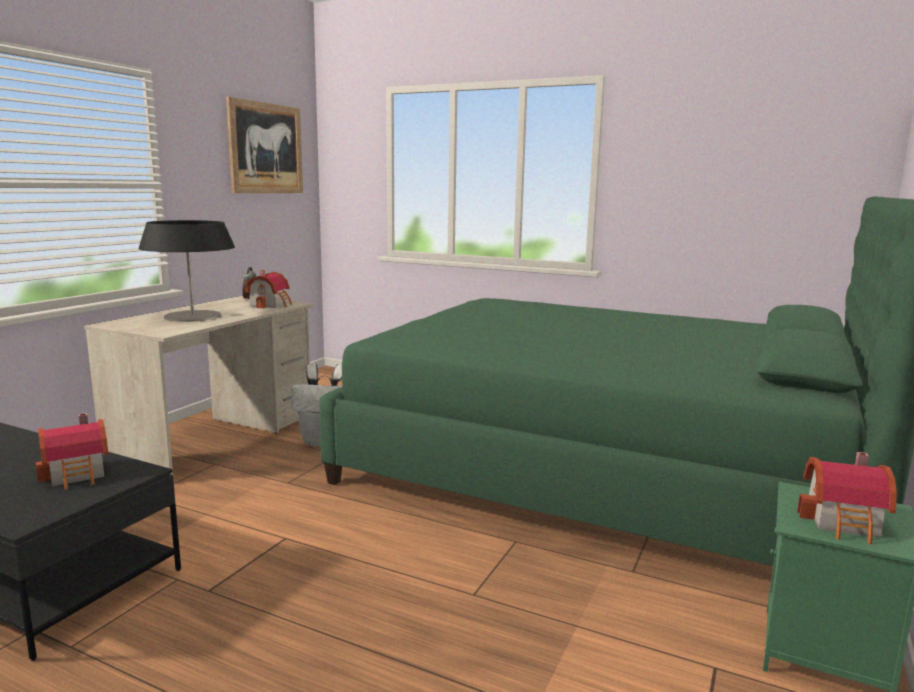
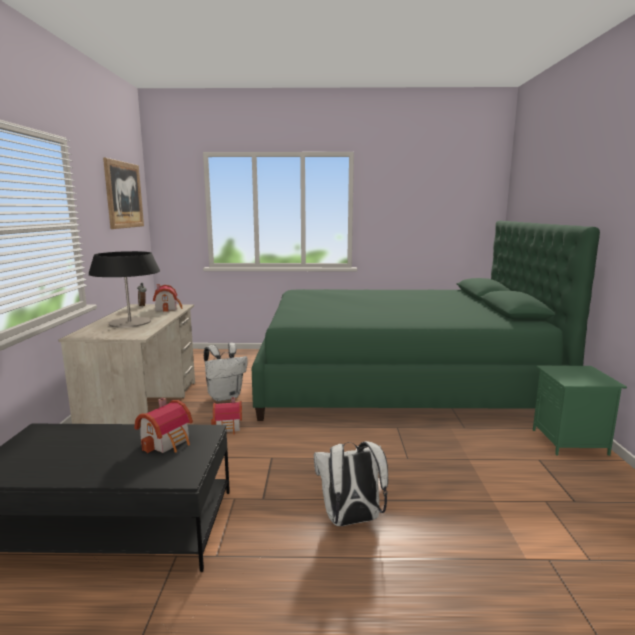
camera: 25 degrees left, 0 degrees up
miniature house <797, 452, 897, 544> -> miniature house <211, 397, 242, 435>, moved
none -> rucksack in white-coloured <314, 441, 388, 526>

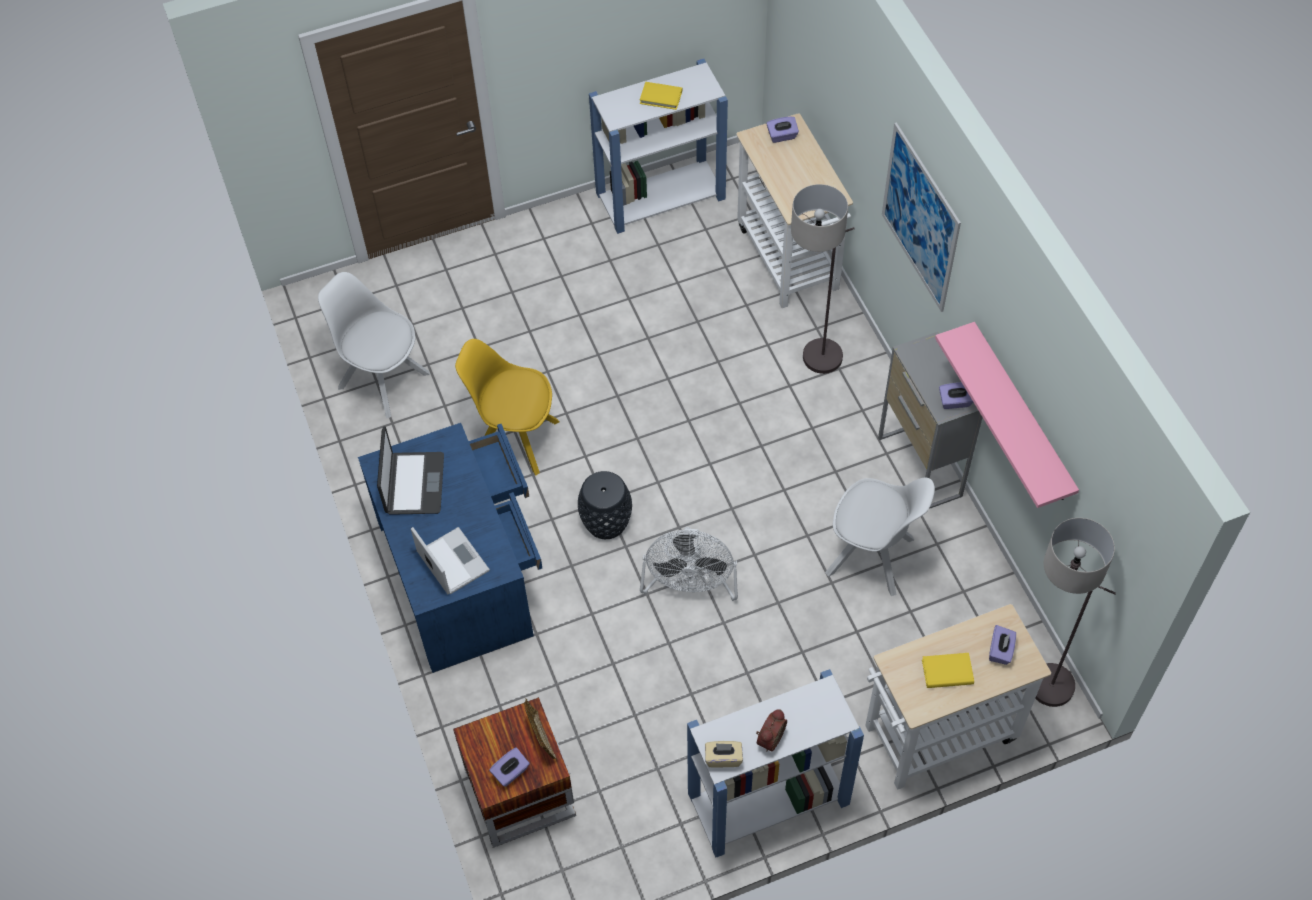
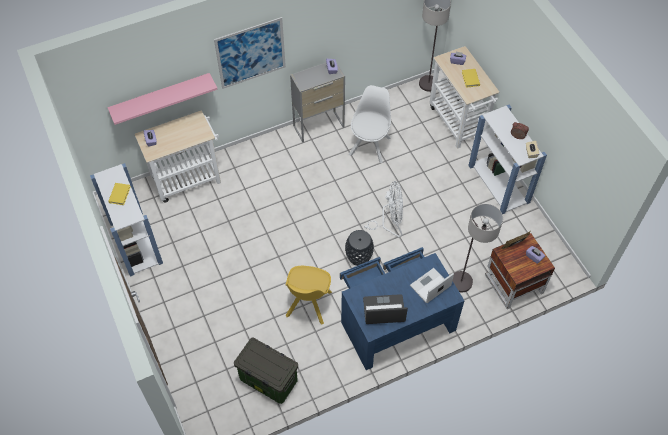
camera: 95 degrees left, 0 degrees up
standard lamp in grey <791, 184, 854, 374> -> standard lamp in grey <452, 204, 503, 292>, moved
upright chair in white-coloured <318, 272, 430, 418> -> storage box <234, 338, 298, 404>
bracket shelf in pink <935, 322, 1079, 508> -> bracket shelf in pink <107, 73, 217, 125>, moved

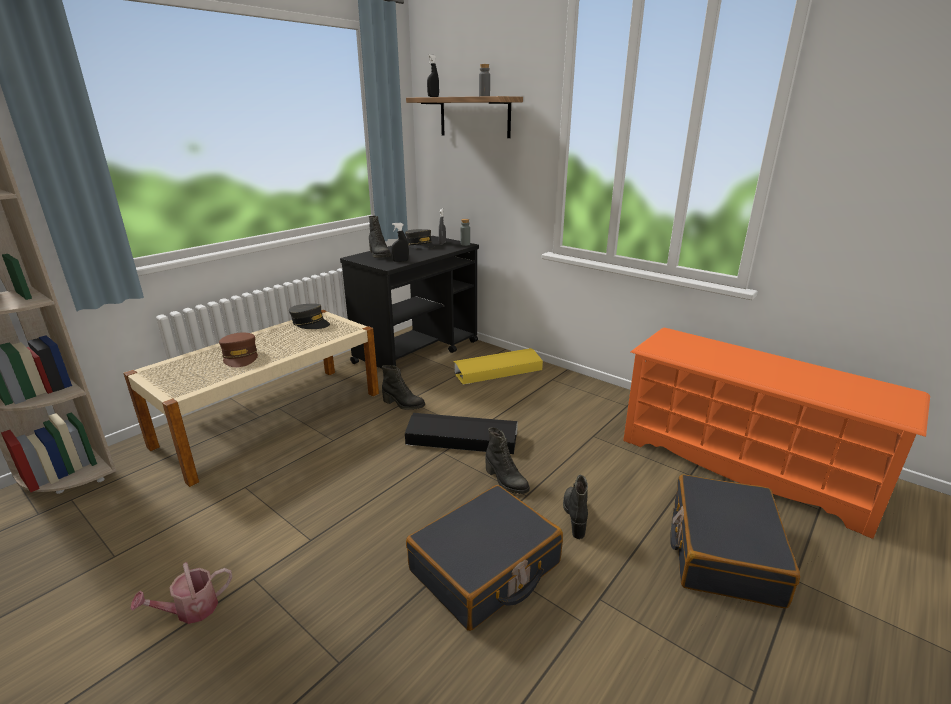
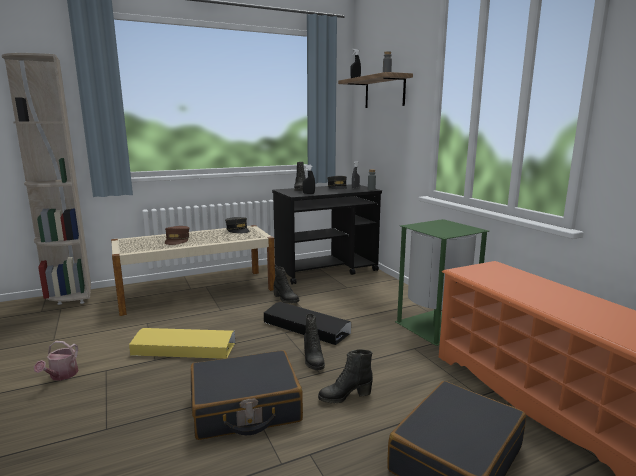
camera: 25 degrees right, 10 degrees down
storage box in yellowish <454, 348, 543, 385> -> storage box in yellowish <129, 328, 235, 359>, moved
high-top boot in black-coloured <563, 475, 588, 539> -> high-top boot in black-coloured <318, 349, 373, 403>, 135 degrees counterclockwise
watering can <130, 562, 232, 624> -> watering can <34, 341, 78, 381>, 75 degrees counterclockwise
none -> rubbish bin in green <395, 219, 489, 346>

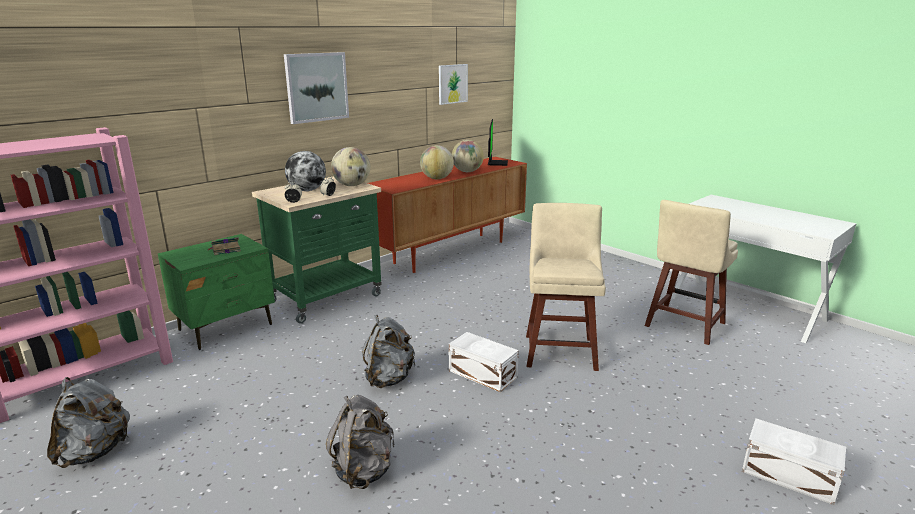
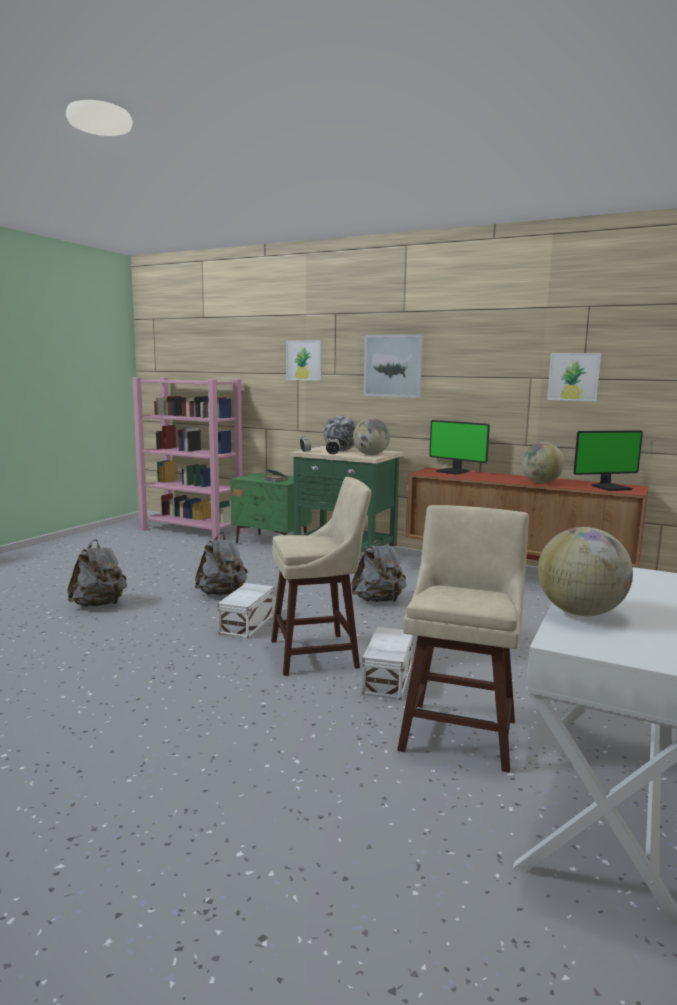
camera: 70 degrees right, 10 degrees down
globe <420, 145, 454, 179> -> globe <538, 527, 633, 616>, moved
upright chair in beige <645, 200, 738, 345> -> upright chair in beige <397, 505, 529, 773>, 90 degrees clockwise
rucksack in grey <47, 377, 130, 468> -> rucksack in grey <351, 538, 407, 602>, moved
storage box in white-coloured <742, 418, 846, 505> -> storage box in white-coloured <362, 627, 413, 700>, moved
none -> picture <286, 340, 321, 381>
none -> computer display <429, 420, 490, 475>

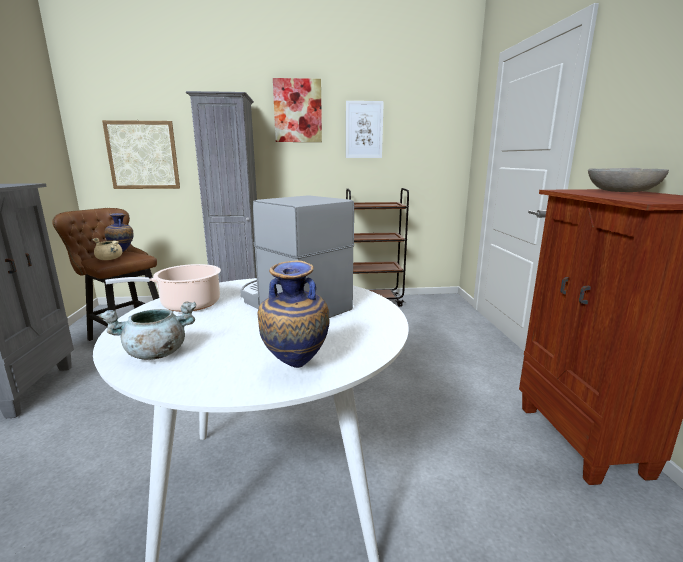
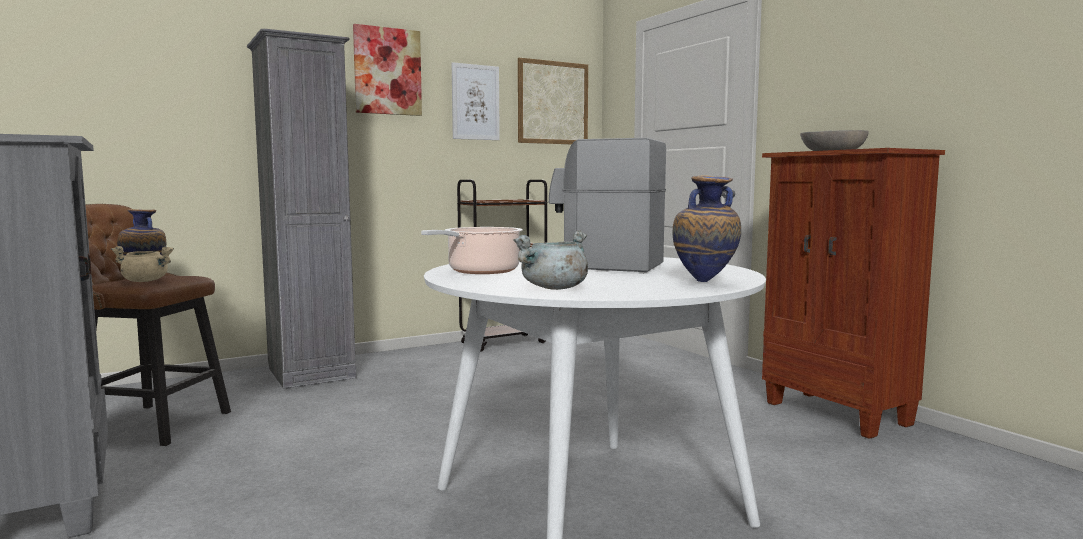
camera: 25 degrees left, 10 degrees down
picture <102, 120, 180, 189> -> picture <518, 58, 588, 144>, moved

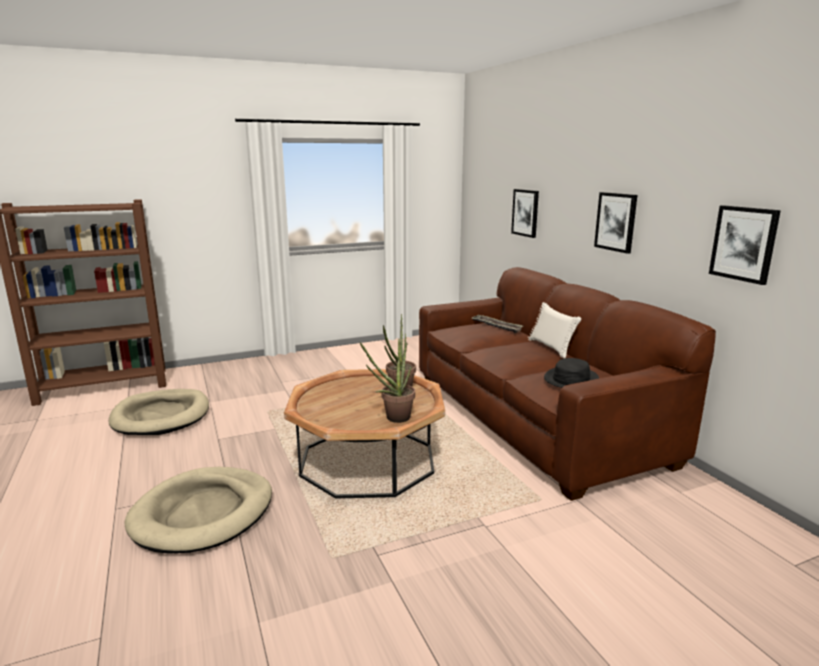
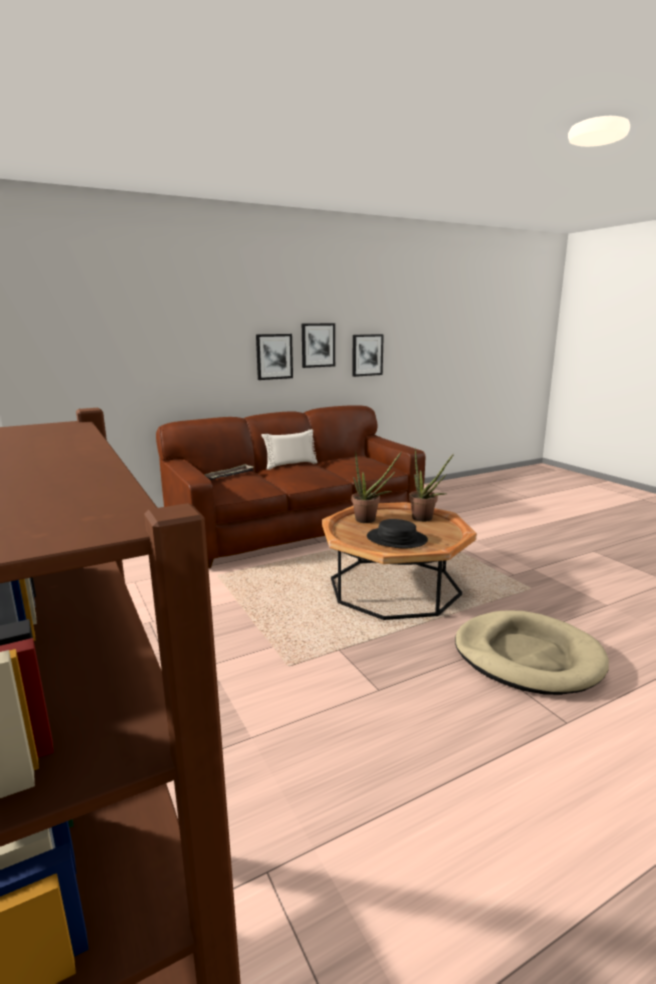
camera: 95 degrees left, 0 degrees up
picture <511, 189, 539, 238> -> picture <302, 323, 335, 368>, moved
hat in black-coloured <544, 358, 599, 388> -> hat in black-coloured <367, 519, 428, 548>, moved
dog cushion in beige <109, 389, 209, 435> -> none

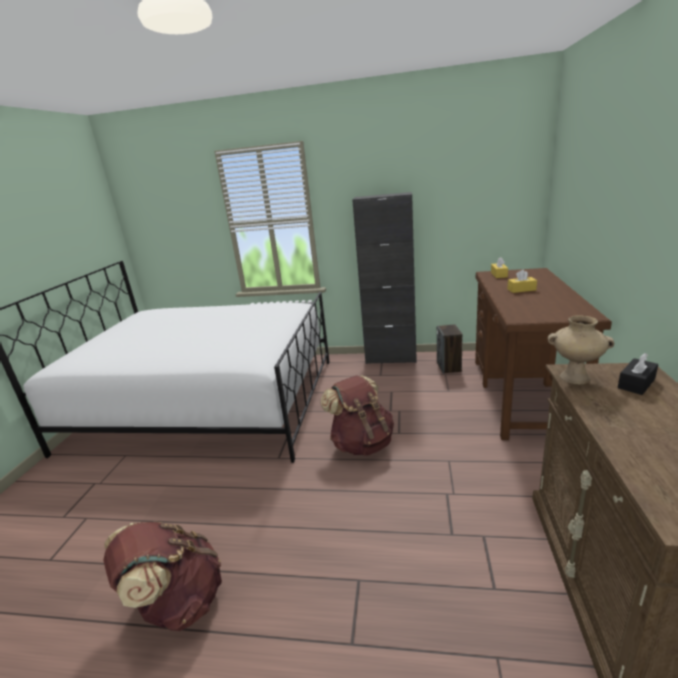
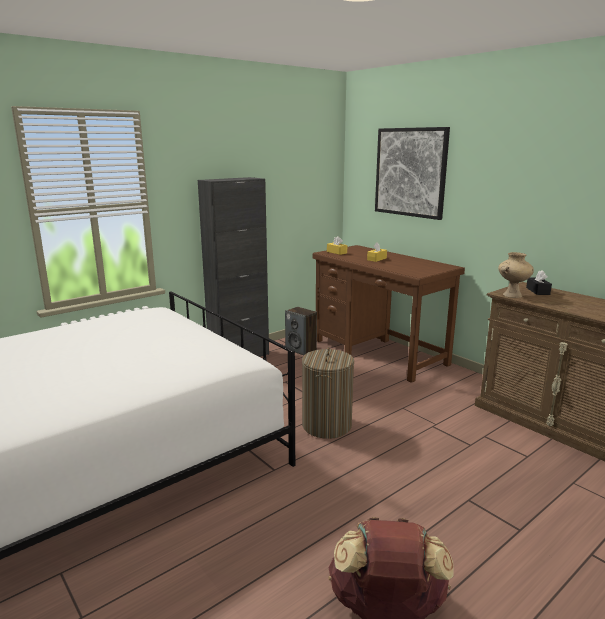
camera: 50 degrees left, 5 degrees down
rucksack in brown <321, 375, 394, 456> -> laundry basket <302, 347, 354, 439>
none -> picture <375, 127, 450, 220>

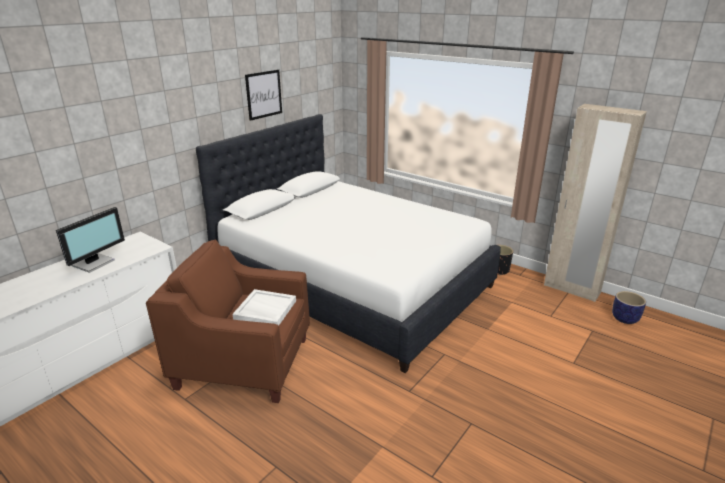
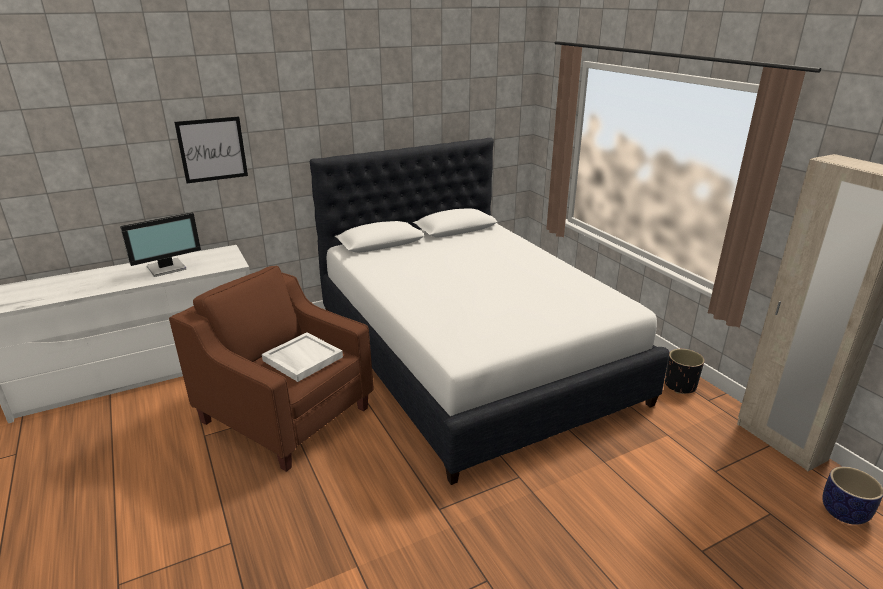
camera: 25 degrees right, 0 degrees up
picture <245, 69, 282, 121> -> picture <174, 116, 248, 183>, moved

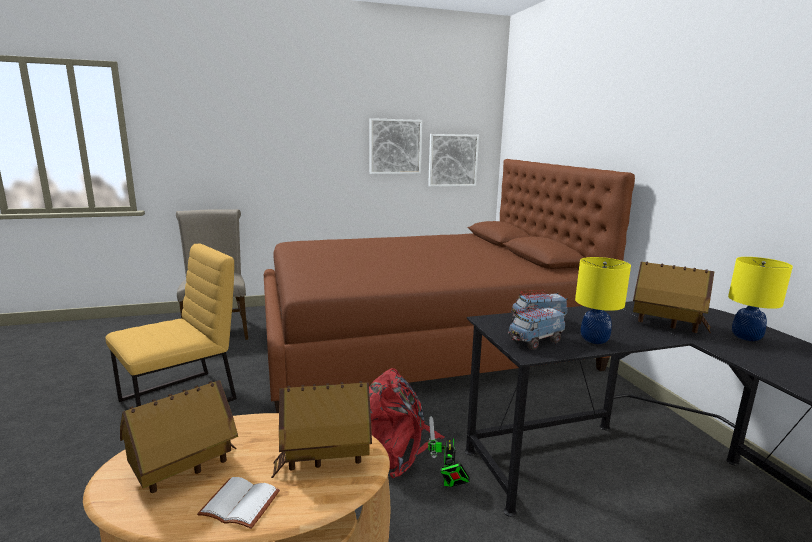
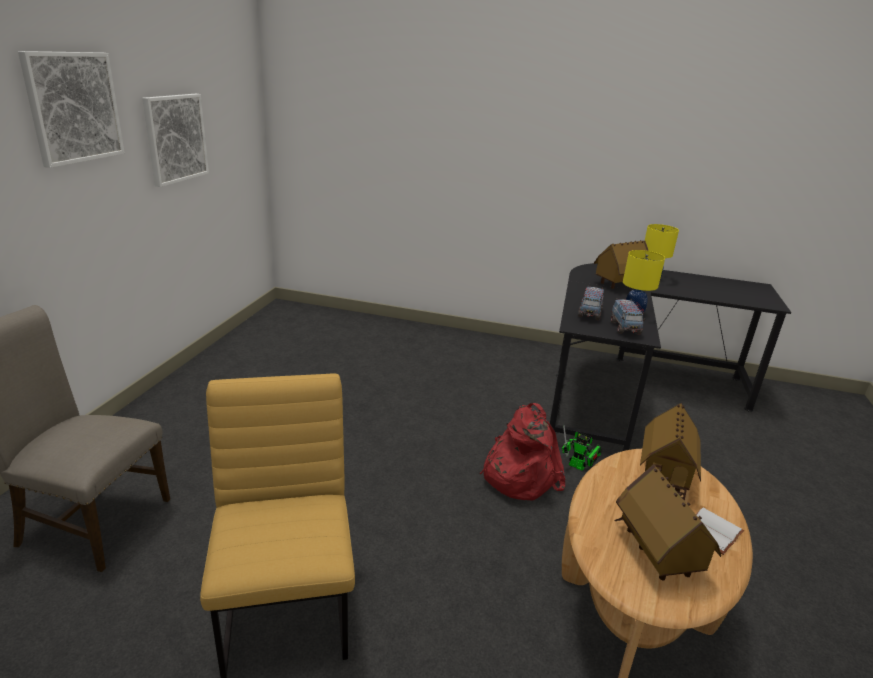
camera: 60 degrees left, 10 degrees up
picture <428, 134, 479, 187> -> picture <18, 51, 125, 168>, moved
bed in brown <264, 159, 635, 413> -> none

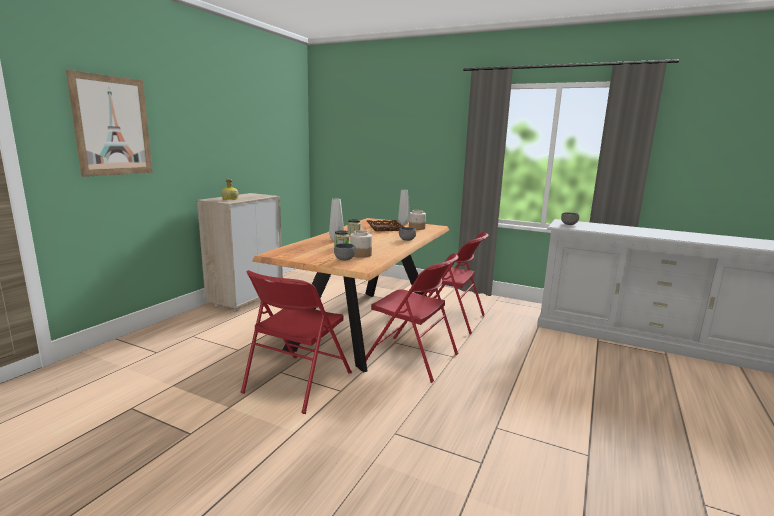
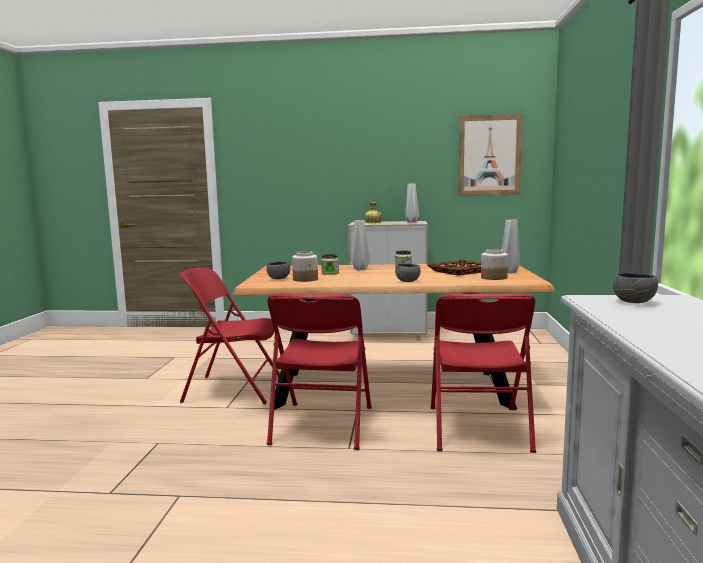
camera: 70 degrees right, 5 degrees down
picture <66, 70, 153, 177> -> picture <458, 114, 523, 196>, moved
none -> decorative vase in grey <405, 184, 419, 222>

